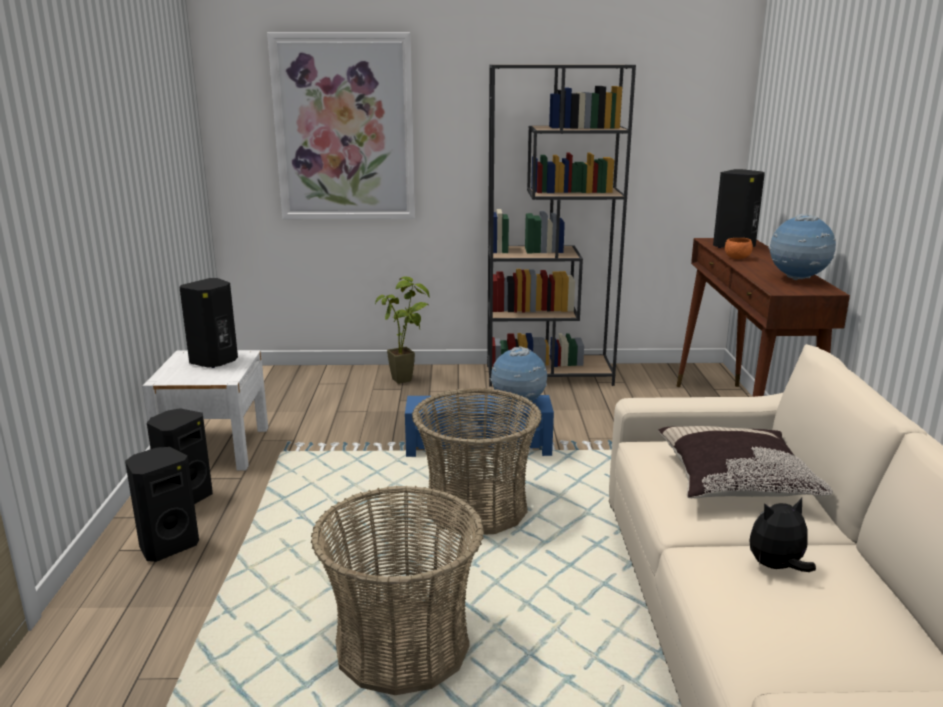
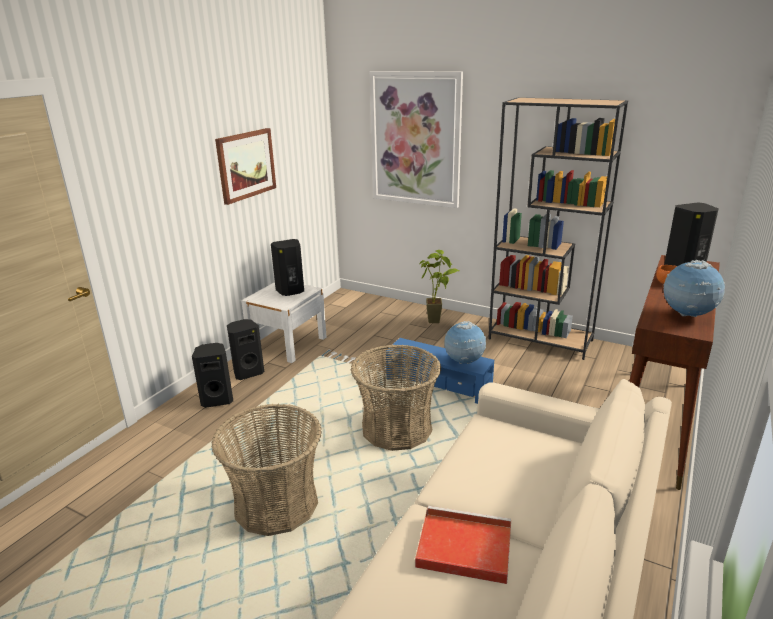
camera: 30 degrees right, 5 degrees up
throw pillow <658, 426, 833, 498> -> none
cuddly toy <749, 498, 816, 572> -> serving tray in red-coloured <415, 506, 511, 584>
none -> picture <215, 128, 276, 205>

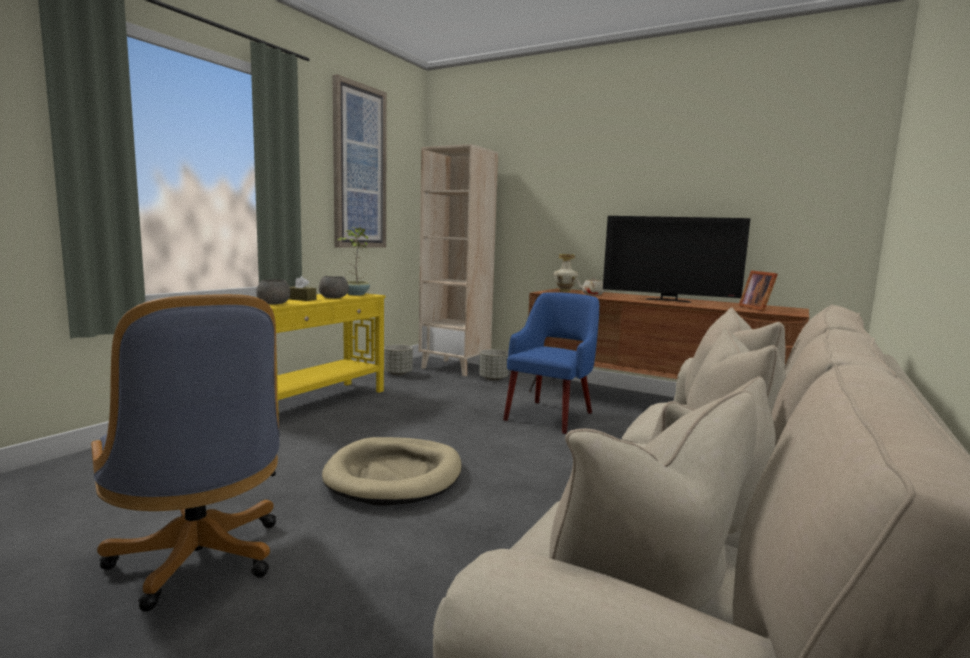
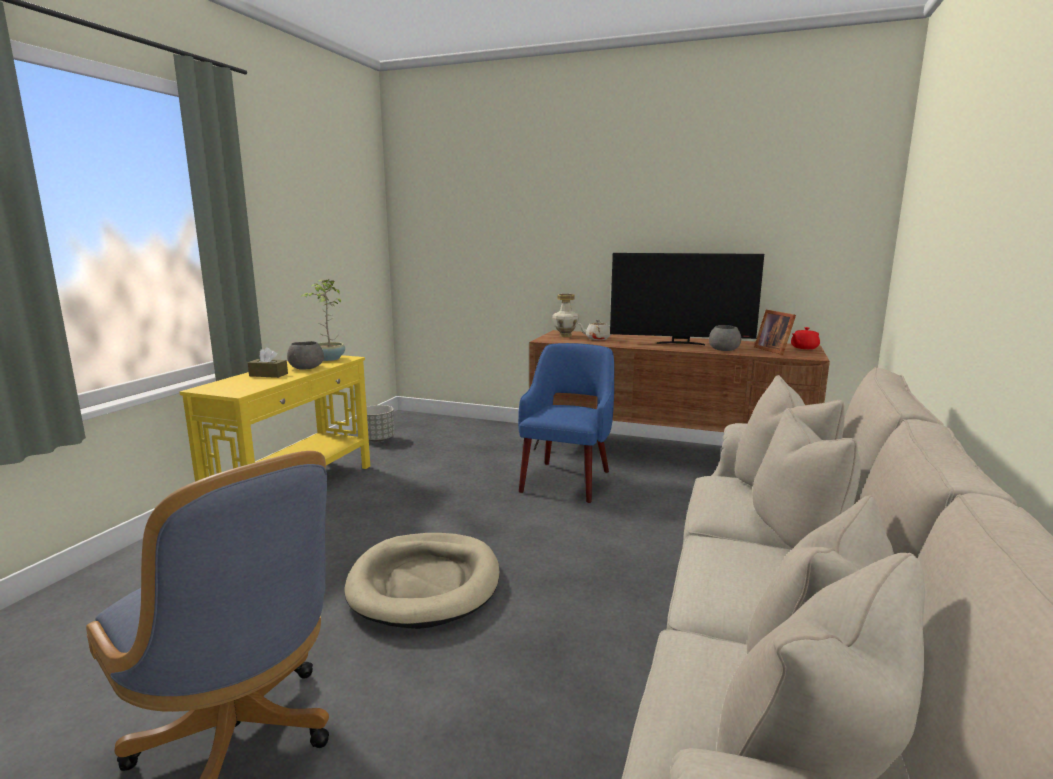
camera: 10 degrees left, 5 degrees up
picture <333, 74, 387, 248> -> none
shelving unit in beige <419, 144, 498, 376> -> none
deep dish in grey <256, 279, 290, 304> -> deep dish in grey <709, 325, 741, 351>, moved
flower pot in grey <479, 349, 508, 381> -> none
none -> tea pot in red-coloured <791, 327, 820, 349>

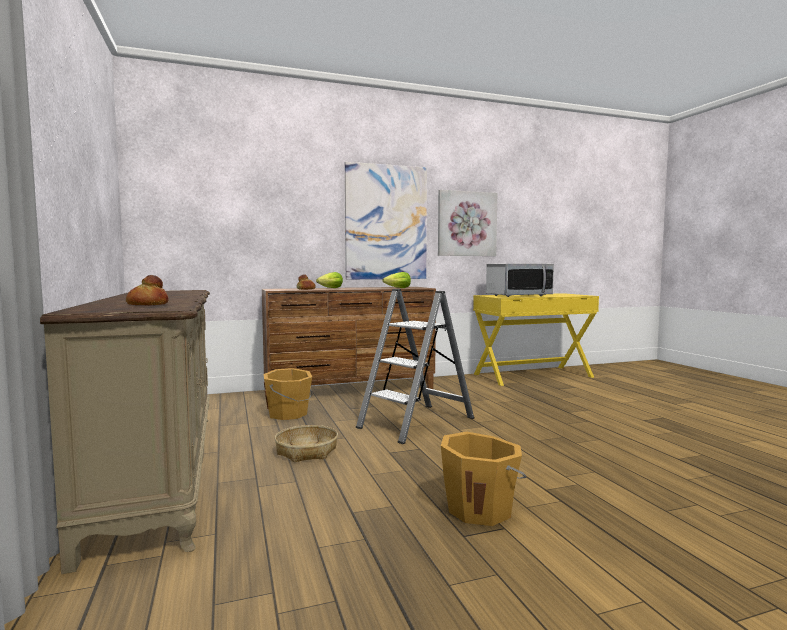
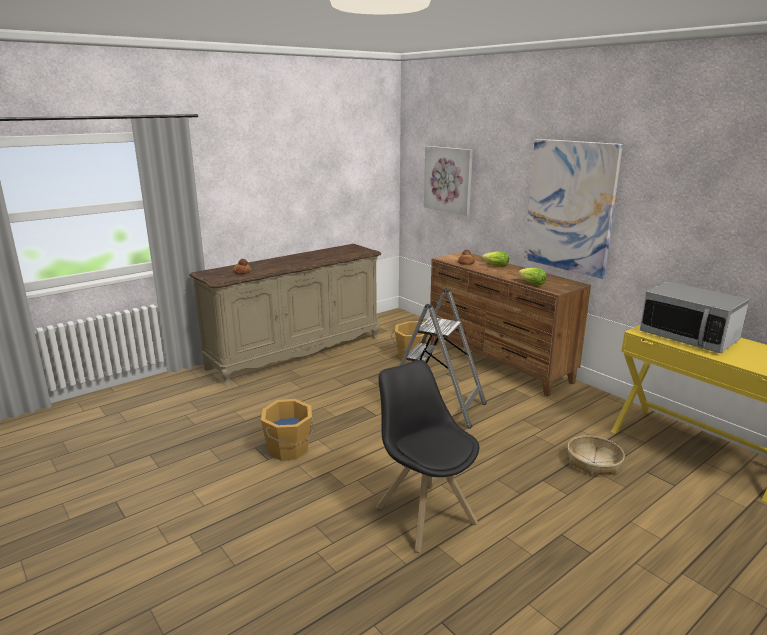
camera: 70 degrees right, 15 degrees up
picture <438, 190, 497, 256> -> picture <424, 146, 473, 216>, moved
basket <275, 425, 338, 462> -> basket <567, 436, 625, 476>, moved
none -> upright chair in black-coloured <376, 360, 479, 553>

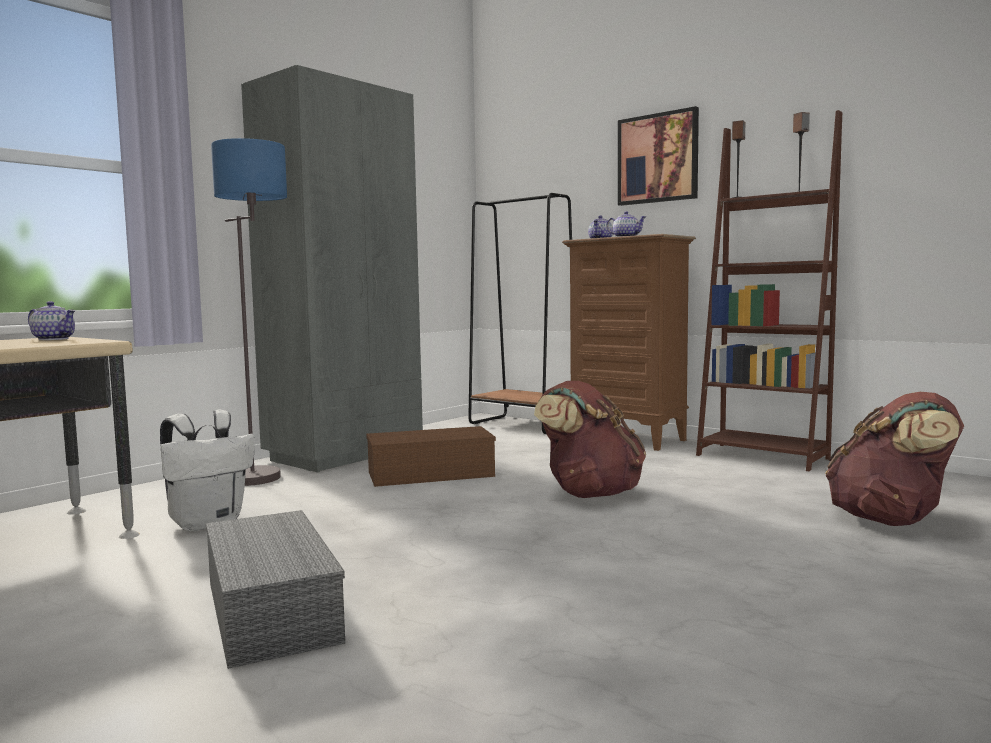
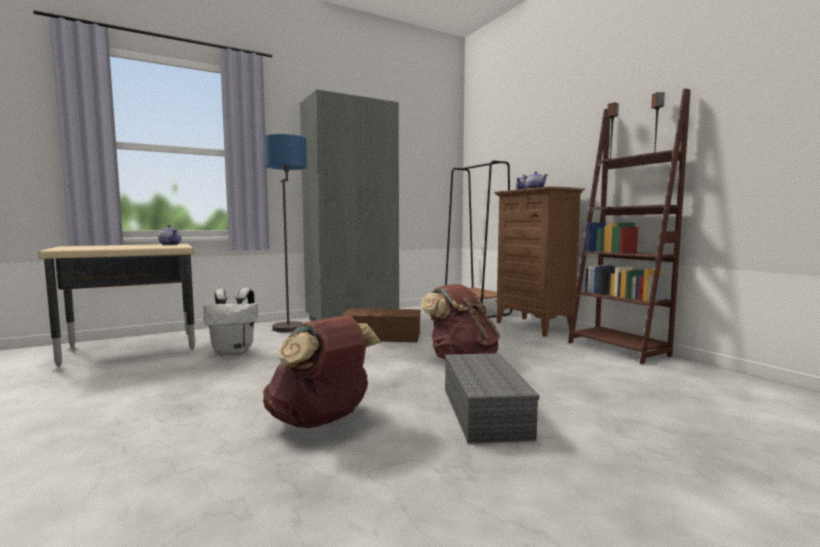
camera: 20 degrees right, 0 degrees up
picture <618, 106, 699, 206> -> none
rucksack in brown <825, 392, 964, 526> -> rucksack in brown <263, 315, 380, 428>, moved
storage box in grey <206, 510, 345, 669> -> storage box in grey <445, 353, 539, 443>, moved

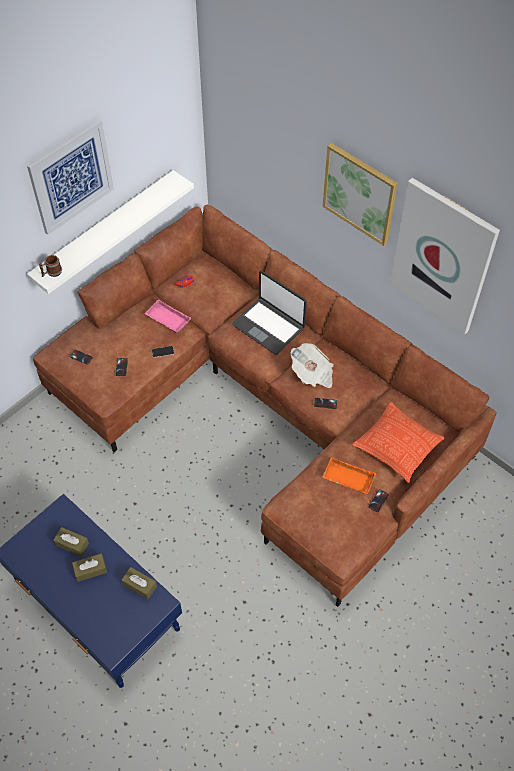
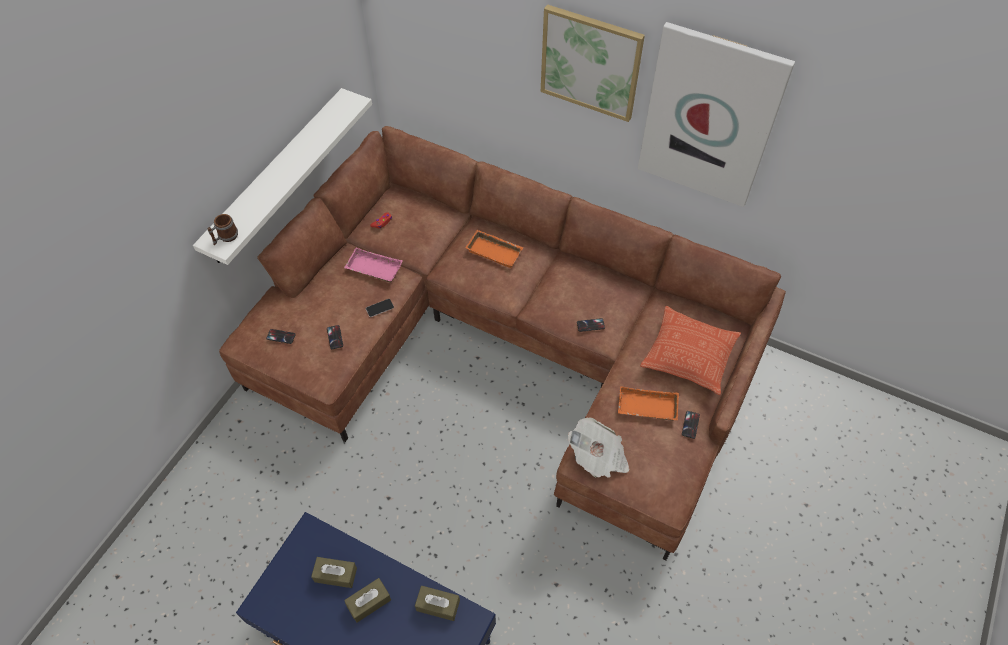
camera: 15 degrees left, 0 degrees up
picture <27, 119, 114, 235> -> none
portable computer <232, 271, 307, 355> -> serving tray in orange-coloured <465, 230, 523, 268>
newspaper <291, 343, 333, 388> -> newspaper <568, 418, 629, 478>, moved

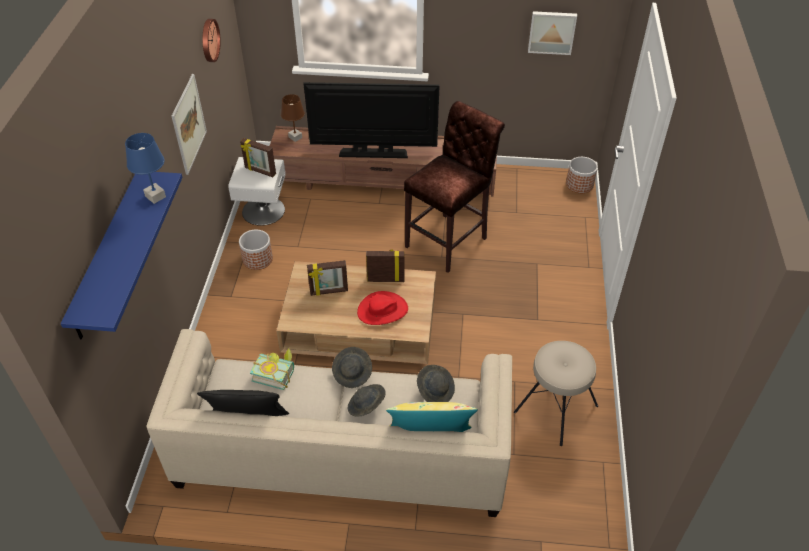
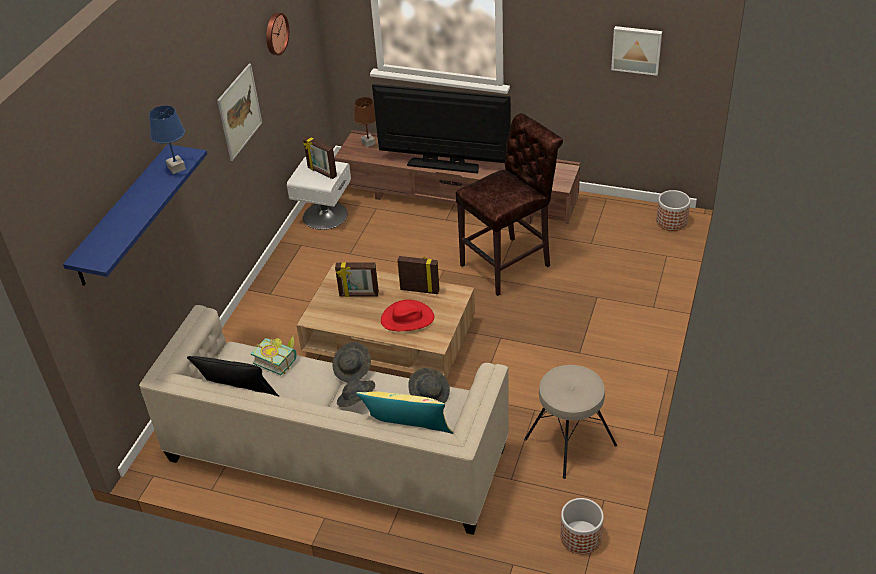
camera: 15 degrees right, 5 degrees down
flower pot <239, 230, 273, 270> -> flower pot <560, 498, 604, 554>, moved

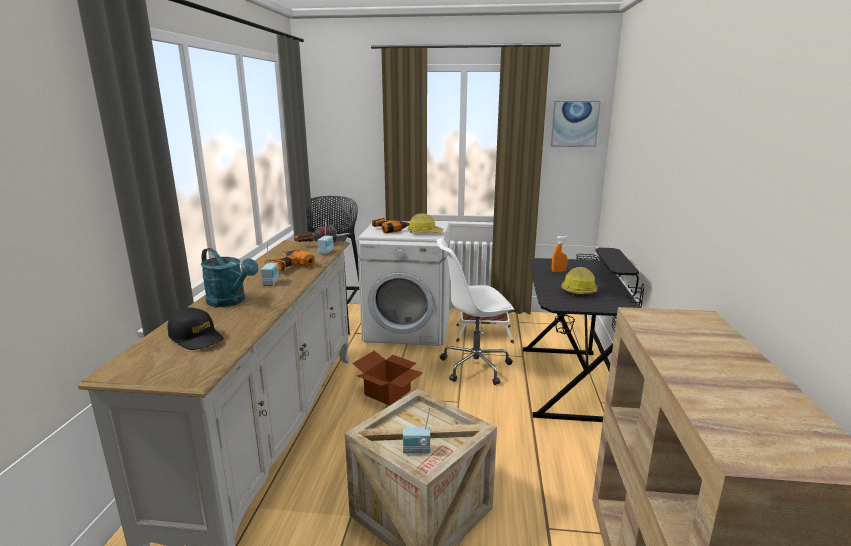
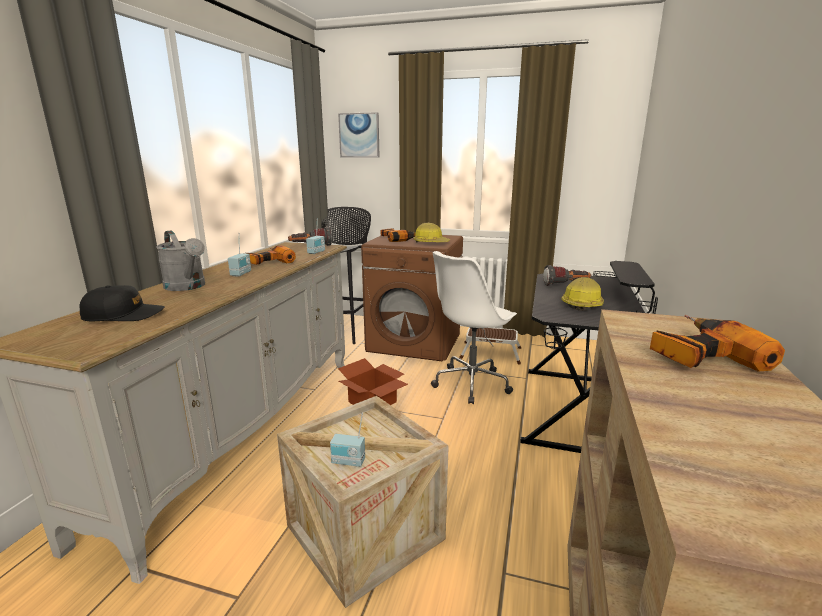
camera: 10 degrees right, 0 degrees up
picture <551, 101, 601, 147> -> picture <338, 112, 380, 158>, moved
laundry machine in white-coloured <357, 221, 450, 346> -> laundry machine in brown <361, 235, 463, 361>
hand sprayer in orange-coloured <552, 236, 568, 272> -> torch <543, 265, 591, 286>
desk chair in white-coloured <437, 238, 514, 385> -> desk chair in white-coloured <431, 251, 517, 404>, 45 degrees counterclockwise
watering can in turquoise-coloured <201, 248, 258, 307> -> watering can in grey <156, 230, 205, 291>
cap in black-coloured <168, 307, 224, 350> -> cap in black-coloured <79, 285, 165, 321>, 60 degrees counterclockwise
none -> drill <650, 315, 785, 371>

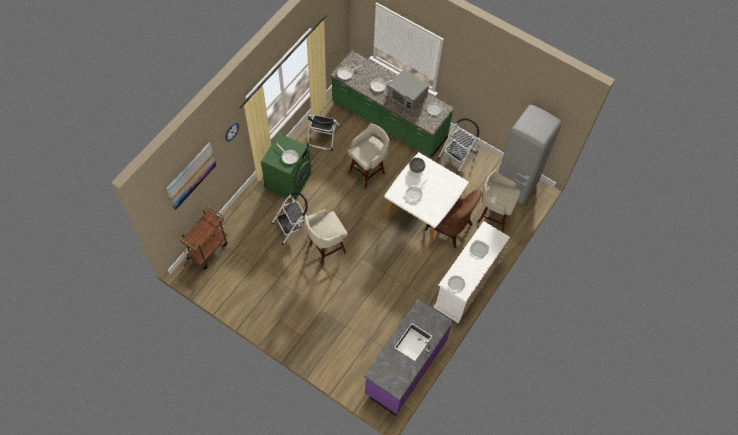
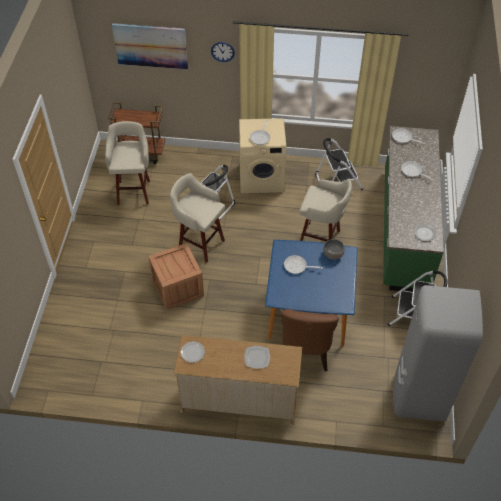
camera: 65 degrees right, 10 degrees down
kitchen microwave in grey <387, 69, 429, 112> -> none
laundry machine in green <261, 133, 311, 201> -> laundry machine in beige <239, 118, 286, 193>
dining table in white-coloured <384, 152, 469, 246> -> dining table in bluish <265, 240, 357, 347>
stool seat in beige <478, 170, 521, 232> -> stool seat in beige <105, 121, 150, 205>, moved
cabinet in white-coloured <433, 221, 510, 324> -> cabinet in brown <174, 335, 302, 425>
kitchen counter in purplish <363, 299, 453, 416> -> none
none -> packing crate <149, 243, 204, 310>

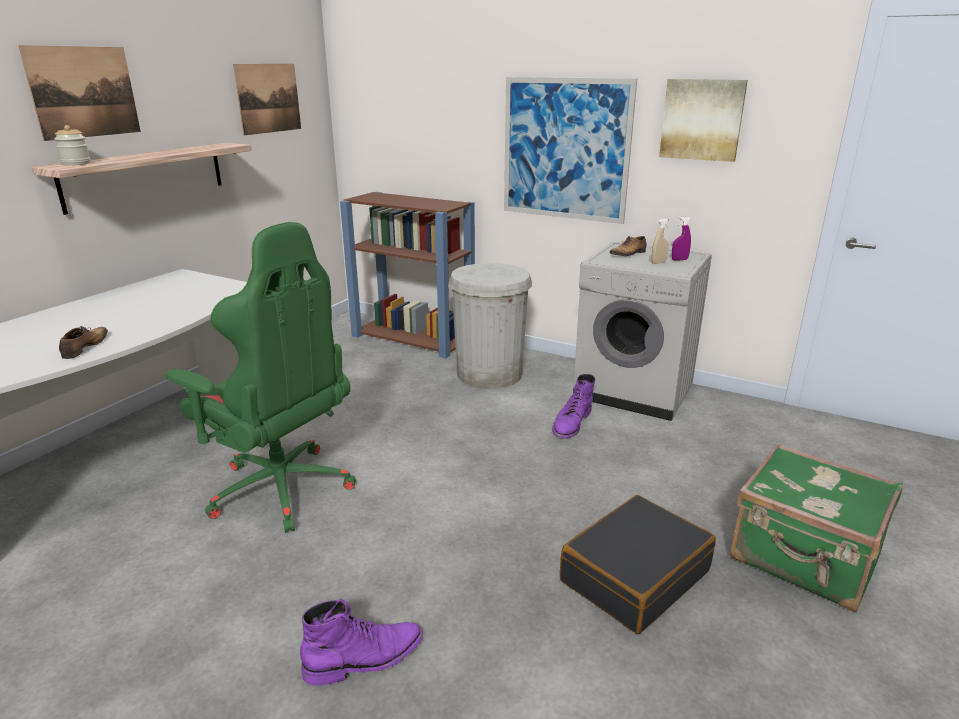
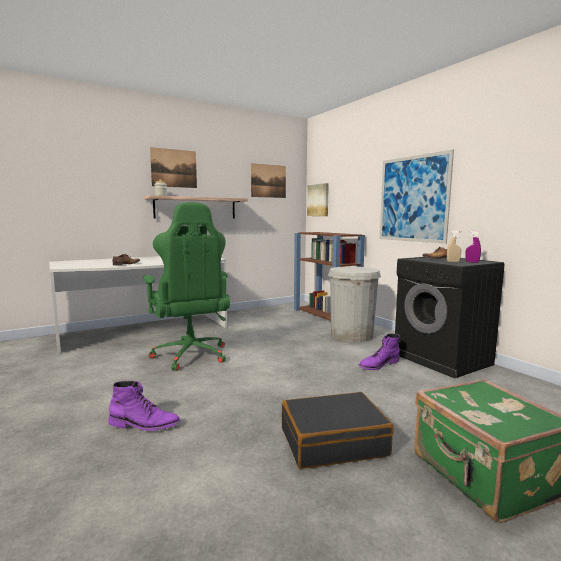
camera: 30 degrees right, 15 degrees down
picture <659, 79, 748, 162> -> picture <307, 183, 329, 216>, moved
laundry machine in white-coloured <573, 242, 712, 421> -> laundry machine in black-coloured <395, 257, 505, 378>

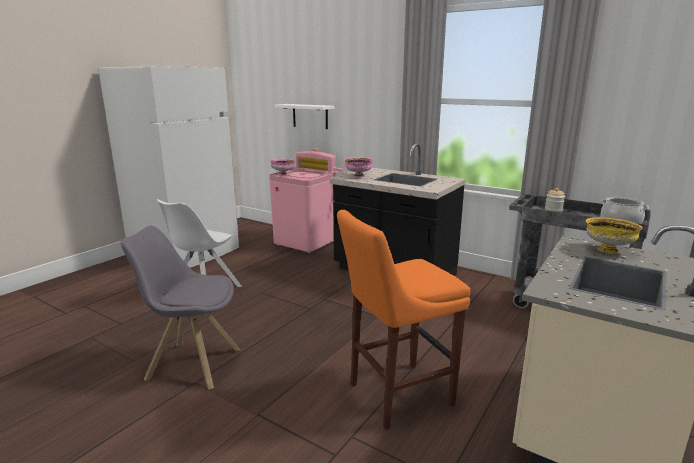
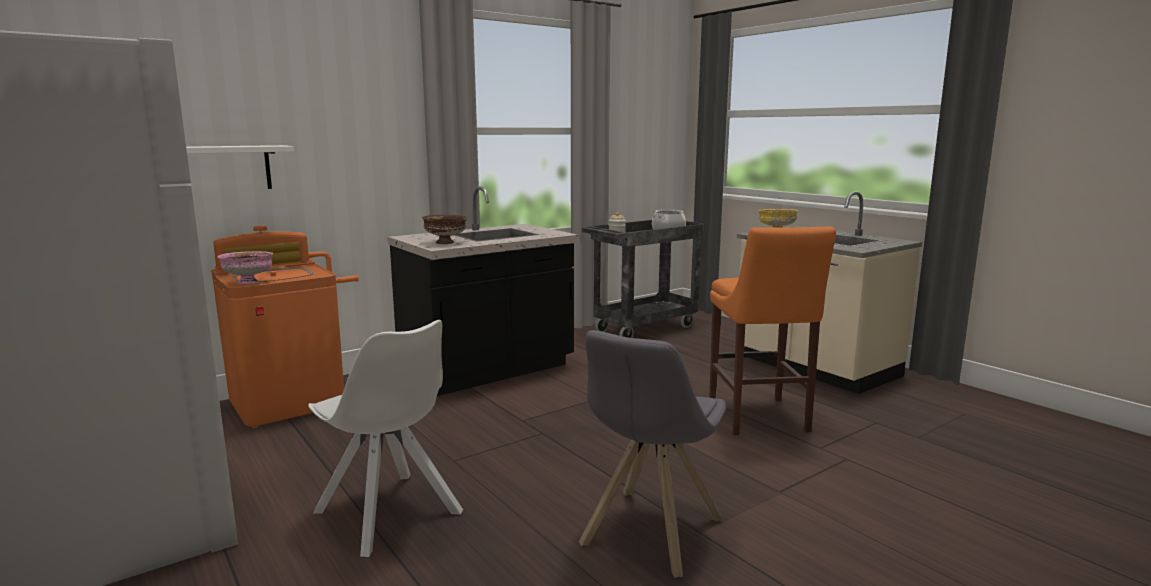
camera: 70 degrees left, 5 degrees down
laundry machine in pink <269, 148, 345, 253> -> laundry machine in orange-coloured <211, 226, 359, 429>
deep dish in pink <344, 157, 374, 178> -> deep dish in brown <422, 215, 467, 244>

